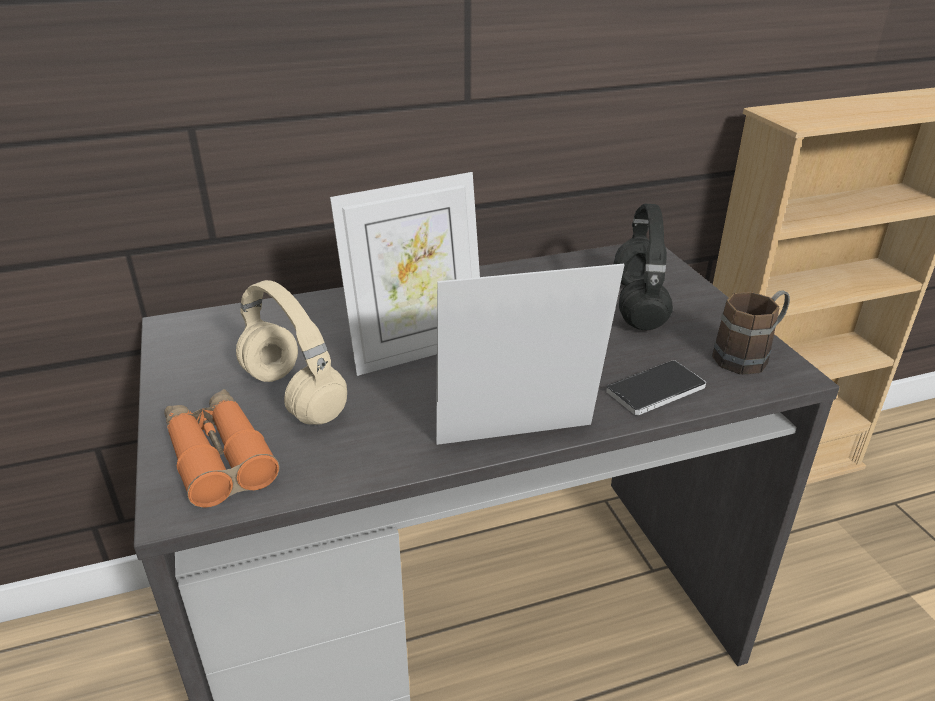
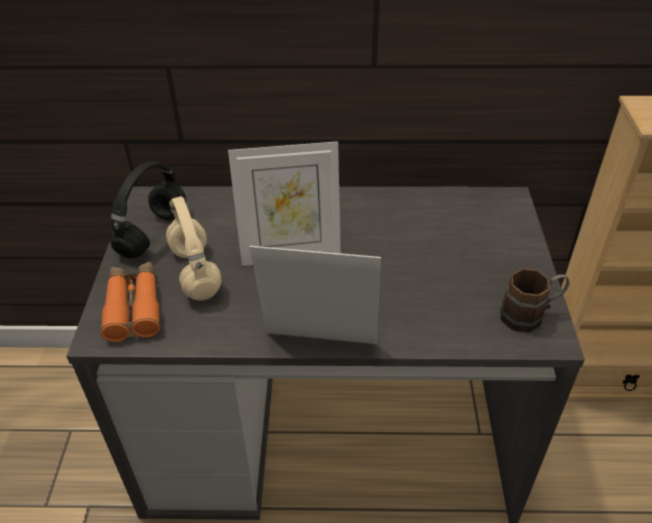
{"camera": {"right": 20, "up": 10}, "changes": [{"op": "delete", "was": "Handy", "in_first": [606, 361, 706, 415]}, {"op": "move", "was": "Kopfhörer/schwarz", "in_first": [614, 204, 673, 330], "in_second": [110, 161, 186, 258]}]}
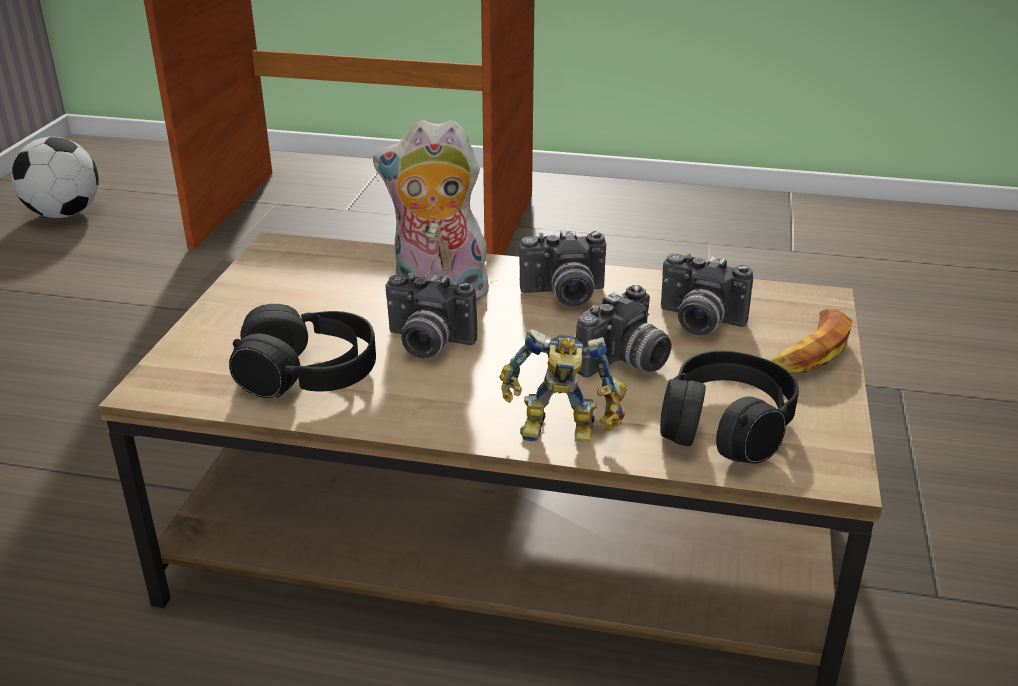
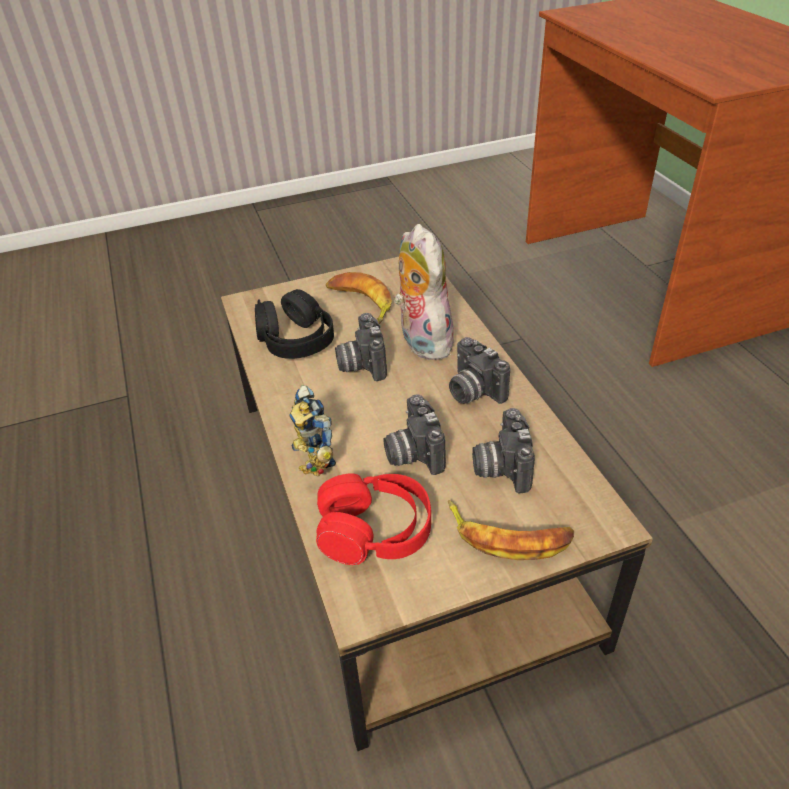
{"camera": {"right": 60, "up": 10}, "changes": [{"op": "delete", "was": "Fußball", "in_first": [11, 137, 99, 218]}, {"op": "rotate", "was": "Kamera", "in_first": [576, 285, 672, 378], "in_second": [383, 394, 446, 475], "clockwise": 60}, {"op": "recolor", "was": "Kopfhörer/schwarz", "now": "Kopfhörer/rot", "in_first": [660, 351, 799, 464], "in_second": [316, 473, 431, 565]}, {"op": "insert", "now": "Banane", "in_second": [326, 272, 392, 324]}]}
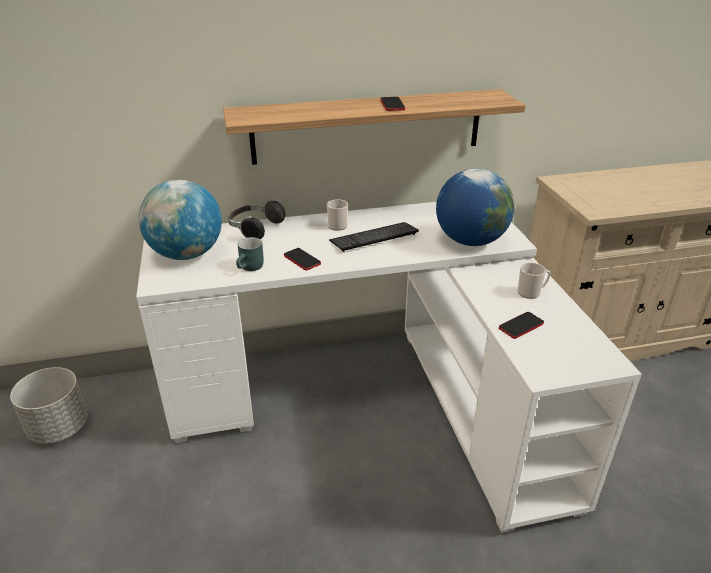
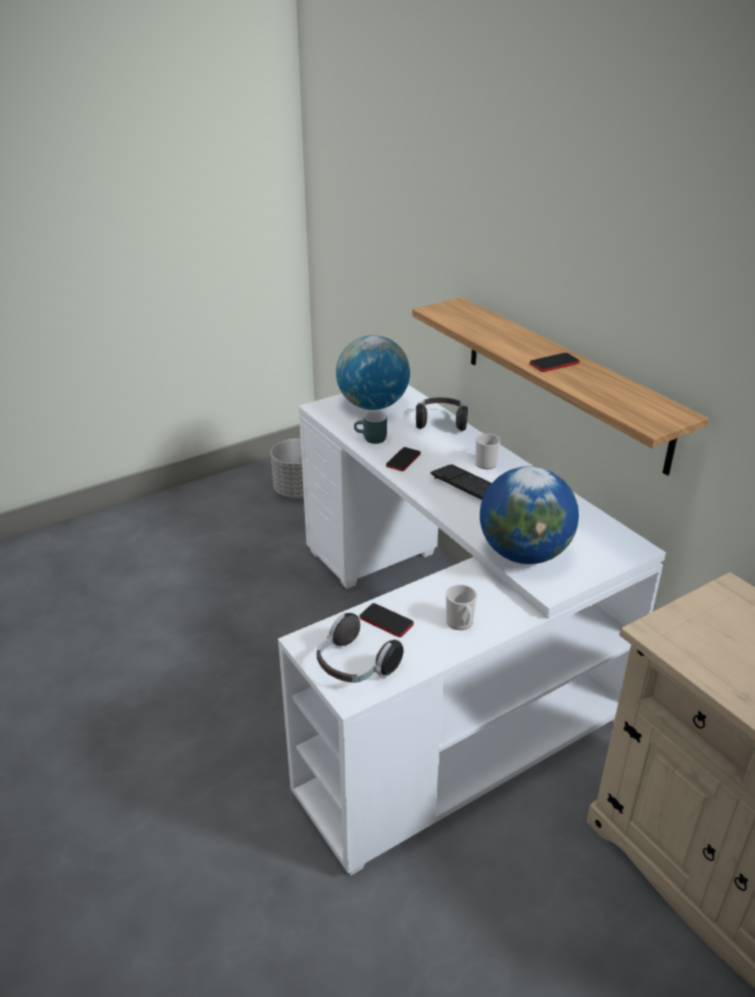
{"camera": {"right": 70, "up": 0}, "changes": [{"op": "insert", "now": "Kopfhörer", "in_second": [317, 613, 404, 683]}]}
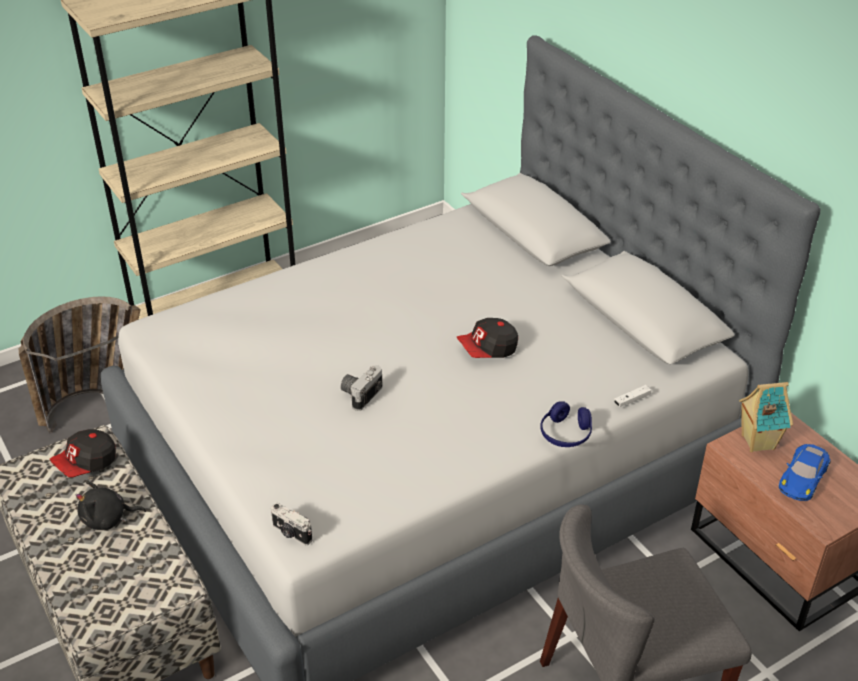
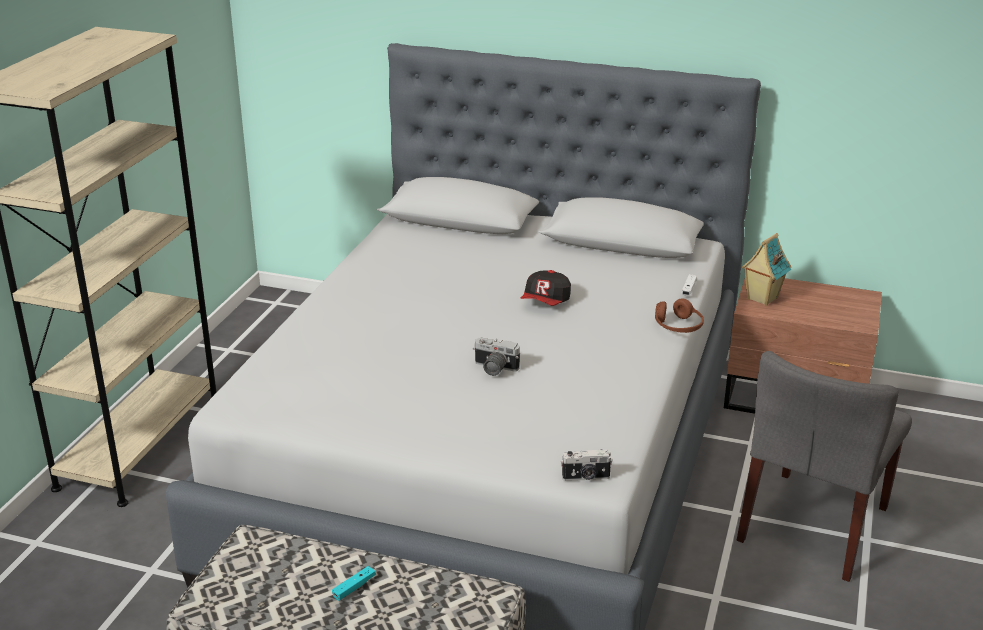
{"camera": {"right": -40, "up": -10}, "changes": [{"op": "delete", "was": "Korb", "in_first": [18, 296, 141, 433]}, {"op": "delete", "was": "Kappe", "in_first": [50, 429, 116, 477]}, {"op": "replace", "was": "Plüschtier/schwarz", "now": "Gamepad/türkis", "in_first": [76, 481, 146, 530], "in_second": [332, 566, 376, 601]}, {"op": "rotate", "was": "Kamera", "in_first": [341, 365, 383, 411], "in_second": [473, 338, 520, 376], "clockwise": -60}, {"op": "recolor", "was": "Kopfhörer/blau", "now": "Kopfhörer/braun", "in_first": [540, 401, 592, 447], "in_second": [655, 298, 704, 333]}, {"op": "delete", "was": "Spielzeugauto/blau", "in_first": [779, 444, 831, 501]}]}
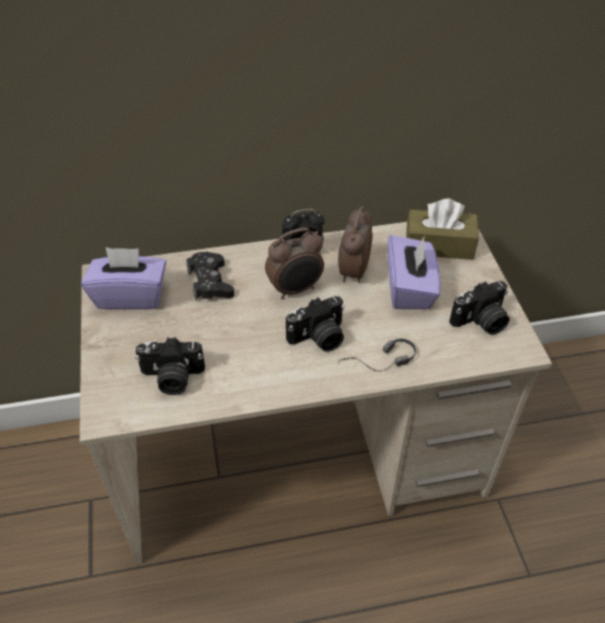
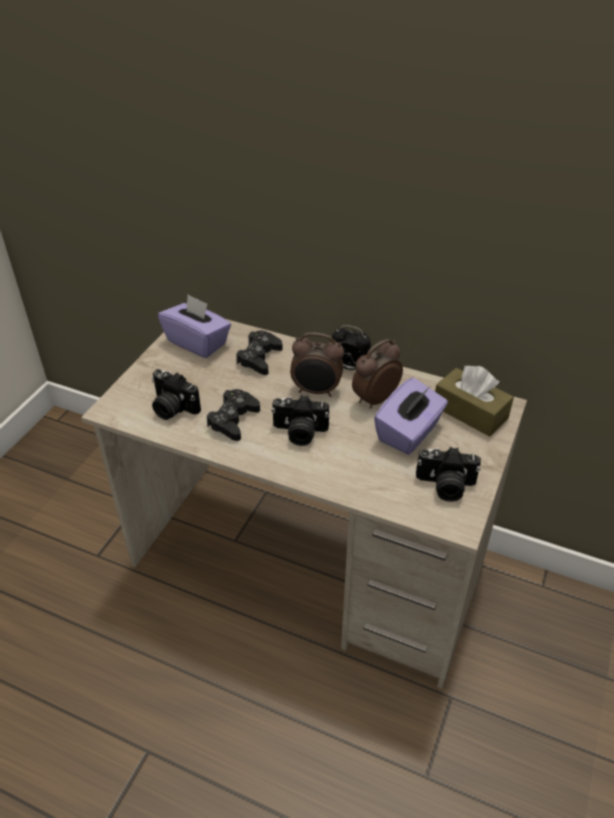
{"camera": {"right": 35, "up": -5}, "changes": [{"op": "delete", "was": "Kopfhörer", "in_first": [338, 338, 416, 372]}, {"op": "insert", "now": "Gamepad/schwarz", "in_second": [207, 389, 260, 441]}]}
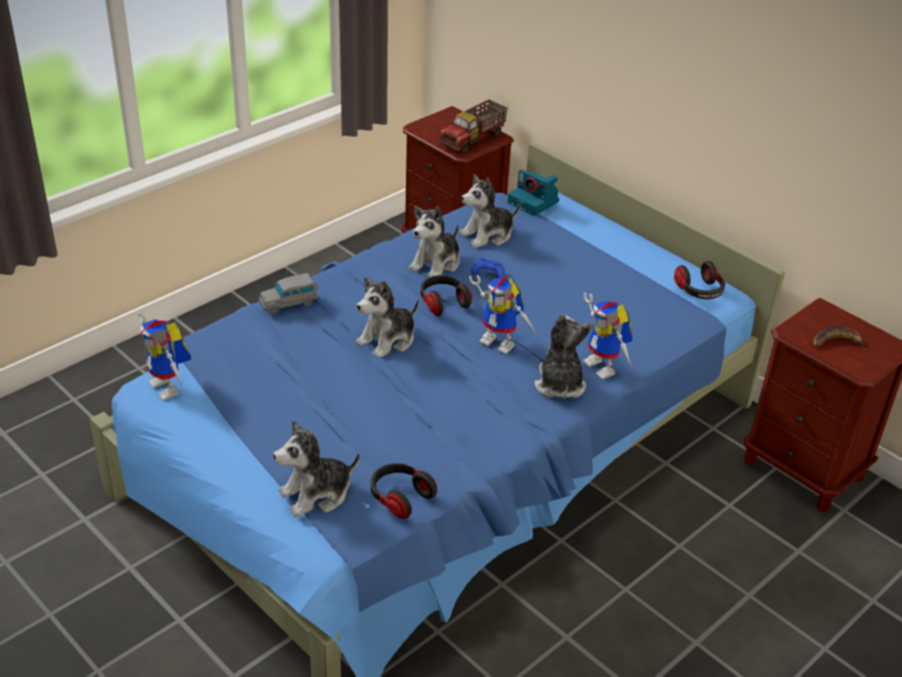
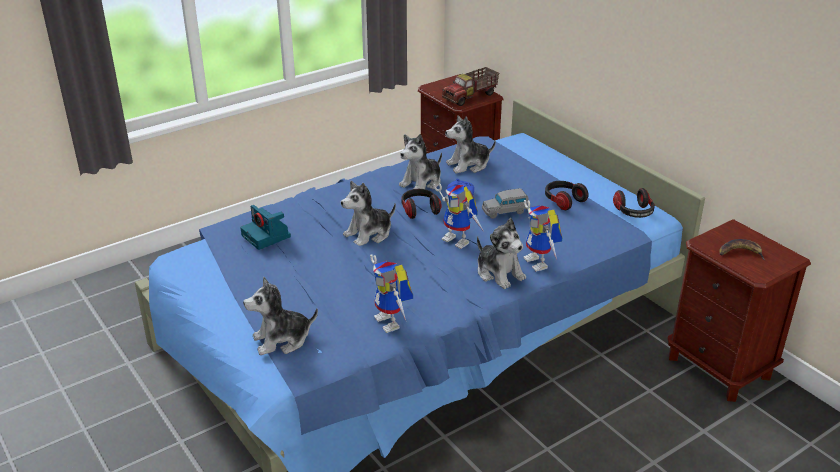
{"camera": {"right": 10, "up": -5}, "changes": [{"op": "move", "was": "Spielzeugroboter", "in_first": [138, 312, 191, 401], "in_second": [370, 254, 413, 333]}, {"op": "move", "was": "Spielzeugauto/grau", "in_first": [259, 273, 318, 314], "in_second": [482, 188, 528, 219]}, {"op": "move", "was": "Kopfhörer", "in_first": [371, 463, 437, 519], "in_second": [545, 181, 588, 210]}, {"op": "move", "was": "Kamera", "in_first": [508, 169, 559, 216], "in_second": [240, 205, 291, 250]}, {"op": "rotate", "was": "Plüschtier", "in_first": [534, 314, 593, 398], "in_second": [477, 218, 526, 289], "clockwise": 135}]}
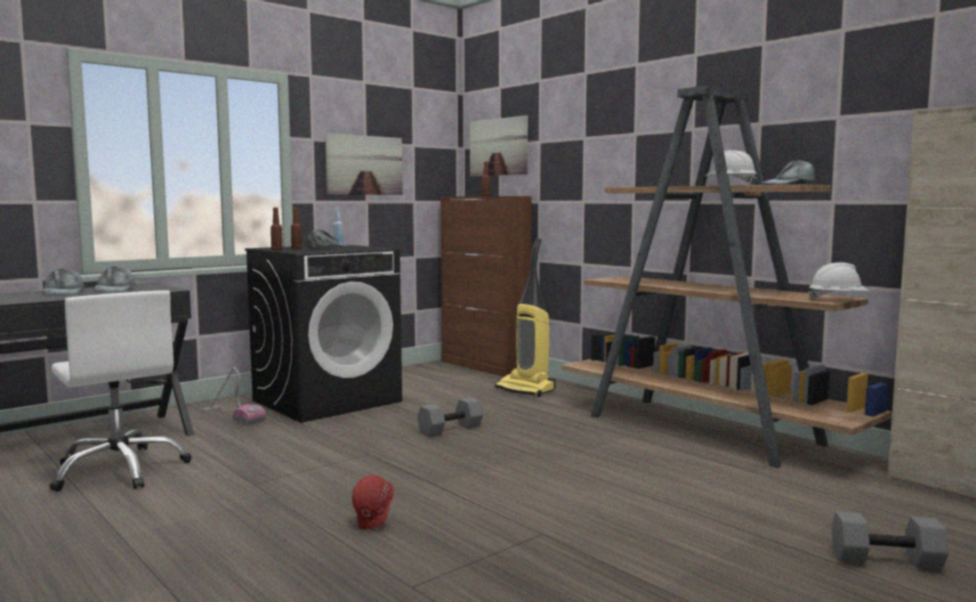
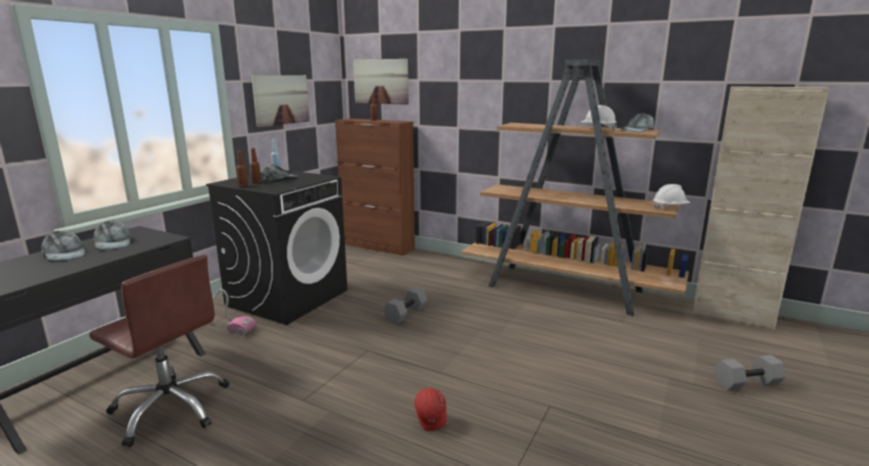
{"camera": {"right": -20, "up": 10}, "changes": [{"op": "recolor", "was": "Bürostuhl/weiß", "now": "Bürostuhl/braun", "in_first": [49, 290, 191, 492], "in_second": [89, 255, 229, 447]}, {"op": "delete", "was": "Staubsauger", "in_first": [495, 238, 555, 397]}]}
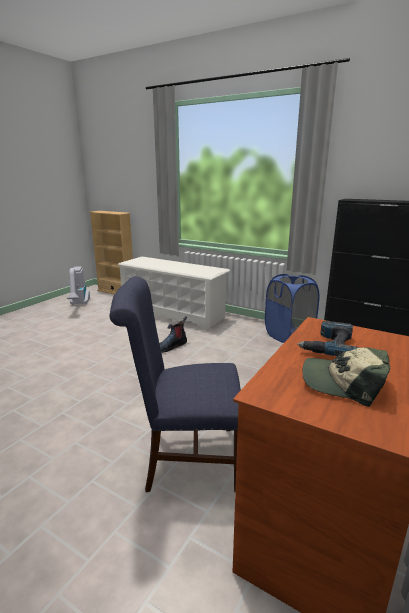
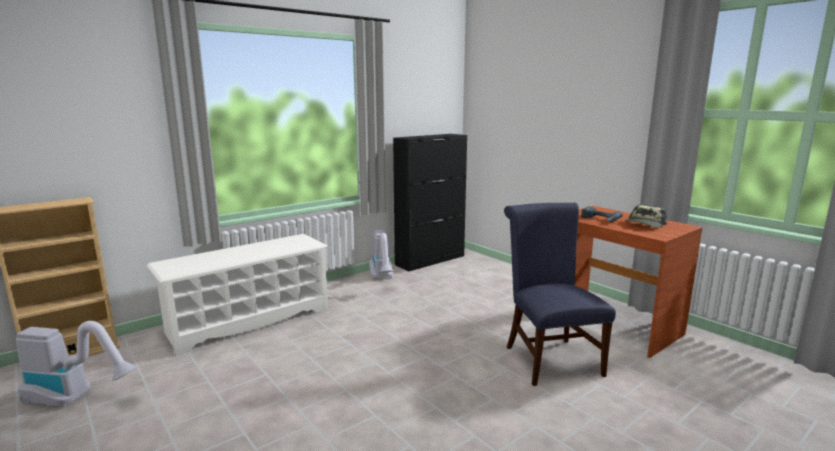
{"camera": {"right": -70, "up": -5}, "changes": [{"op": "rotate", "was": "Stuhl/blau", "in_first": [109, 276, 241, 493], "in_second": [504, 203, 616, 386], "clockwise": 150}, {"op": "delete", "was": "Stiefel", "in_first": [159, 316, 187, 353]}, {"op": "replace", "was": "Wäschekorb/blau", "now": "Staubsauger", "in_first": [265, 274, 320, 343], "in_second": [369, 230, 394, 279]}]}
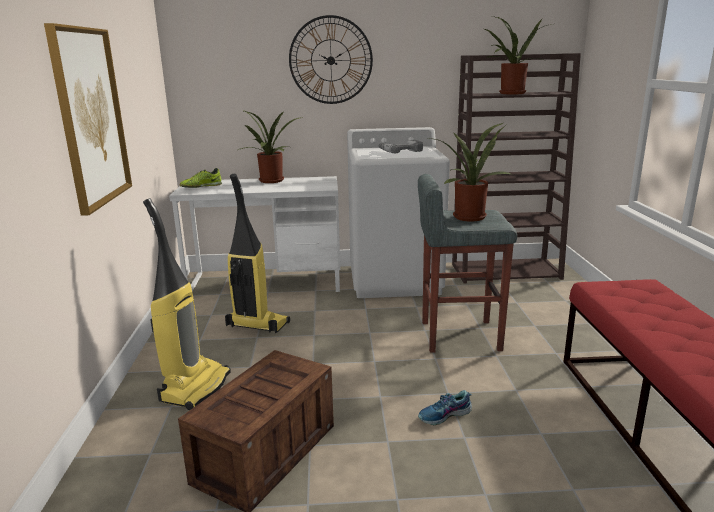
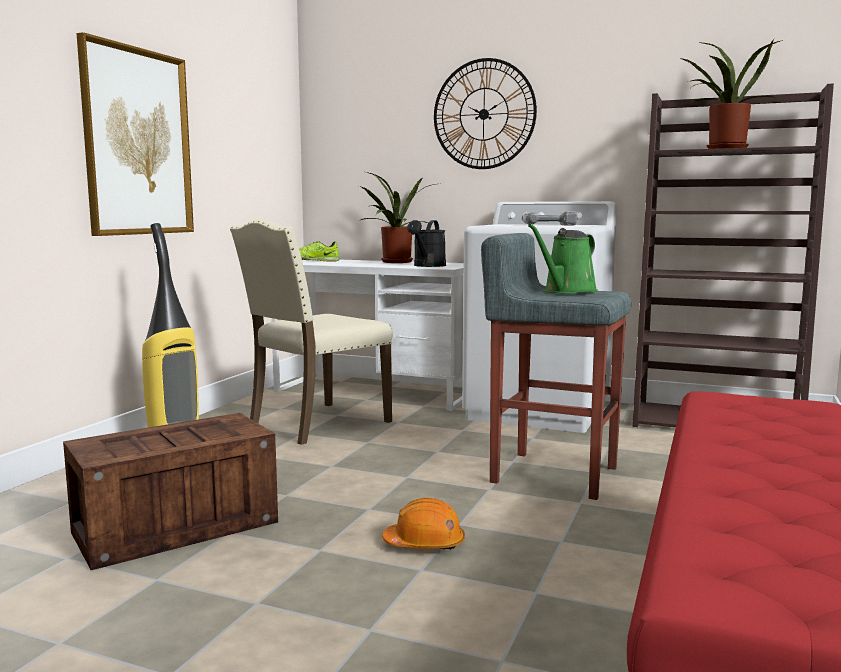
{"camera": {"right": 25, "up": -10}, "changes": [{"op": "replace", "was": "Staubsauger", "now": "Stuhl/beige", "in_first": [225, 174, 290, 333], "in_second": [230, 219, 393, 445]}, {"op": "replace", "was": "Schuh", "now": "Schutzhelm/orange", "in_first": [418, 390, 472, 425], "in_second": [382, 498, 465, 550]}, {"op": "replace", "was": "Topfpflanze", "now": "Gießkanne/grün", "in_first": [428, 122, 510, 222], "in_second": [528, 224, 598, 294]}, {"op": "insert", "now": "Gießkanne/schwarz", "in_second": [407, 220, 446, 267]}]}
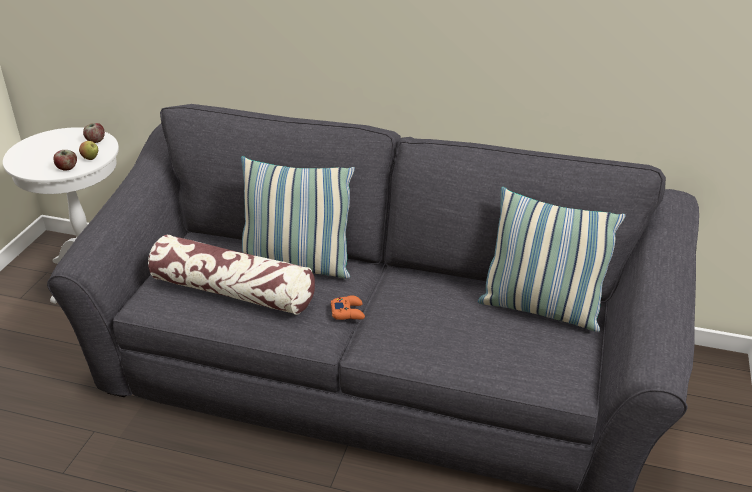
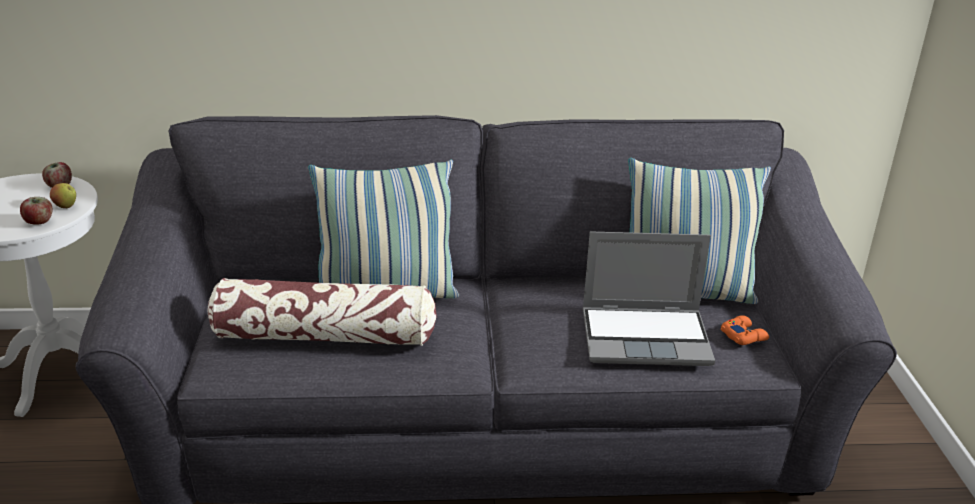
{"camera": {"right": -20, "up": -5}, "changes": [{"op": "move", "was": "Gamepad/orange", "in_first": [331, 296, 365, 320], "in_second": [721, 315, 769, 345]}, {"op": "insert", "now": "Laptop", "in_second": [583, 231, 715, 366]}]}
